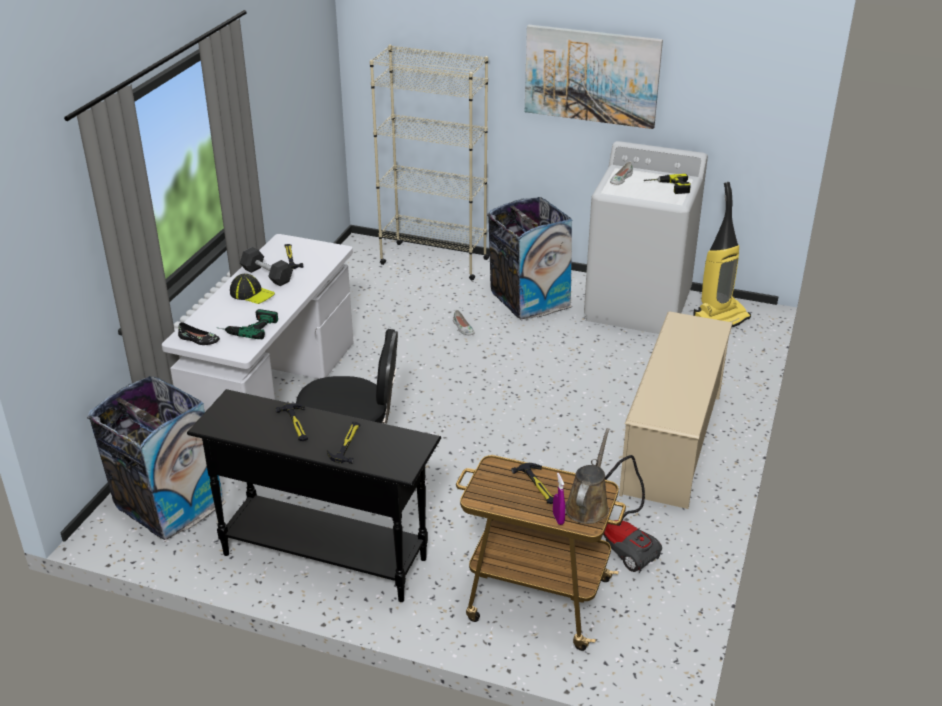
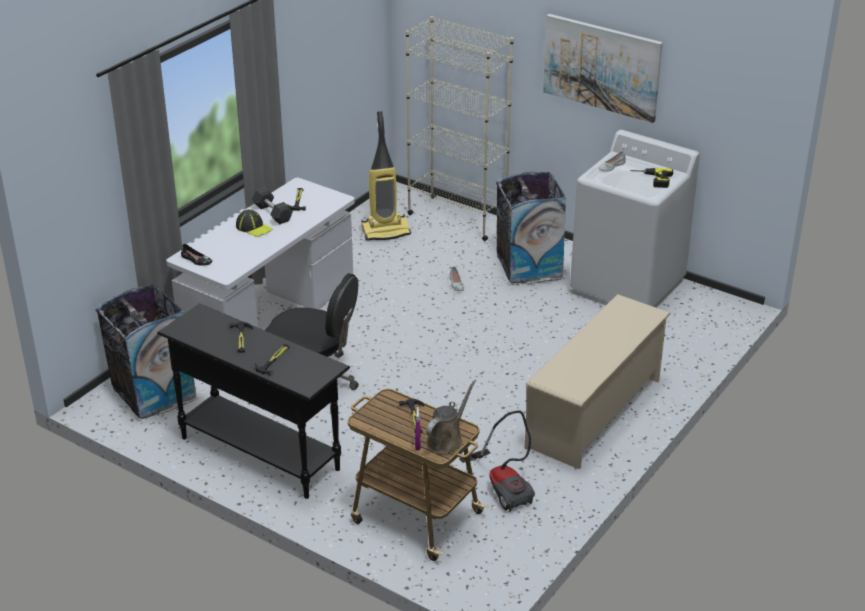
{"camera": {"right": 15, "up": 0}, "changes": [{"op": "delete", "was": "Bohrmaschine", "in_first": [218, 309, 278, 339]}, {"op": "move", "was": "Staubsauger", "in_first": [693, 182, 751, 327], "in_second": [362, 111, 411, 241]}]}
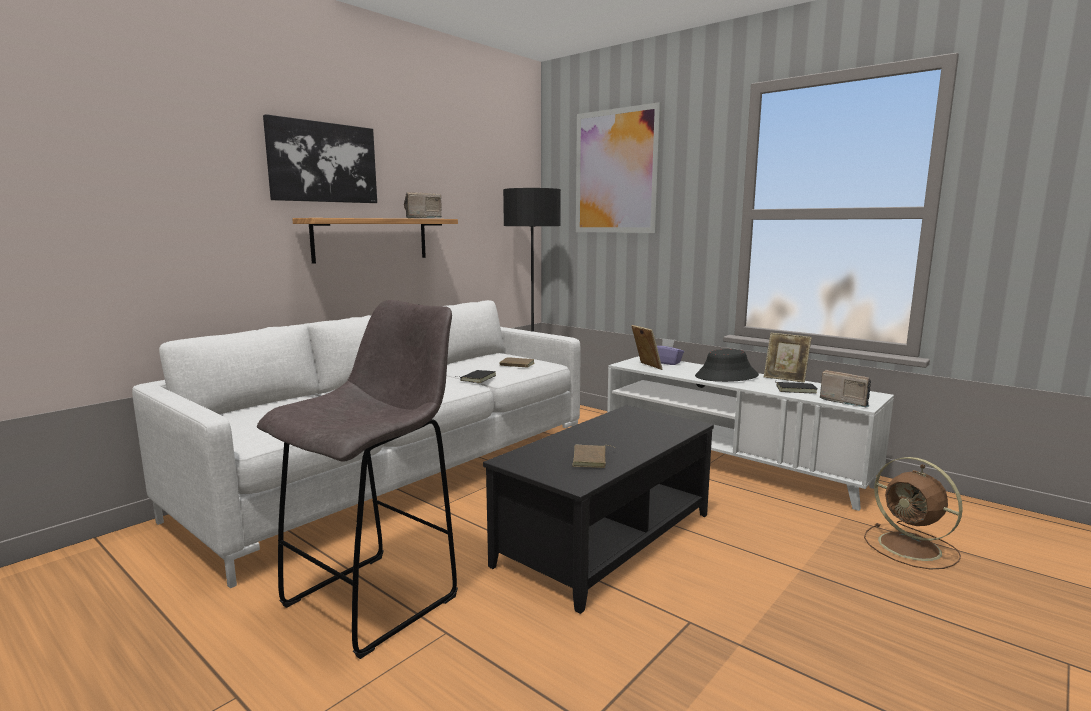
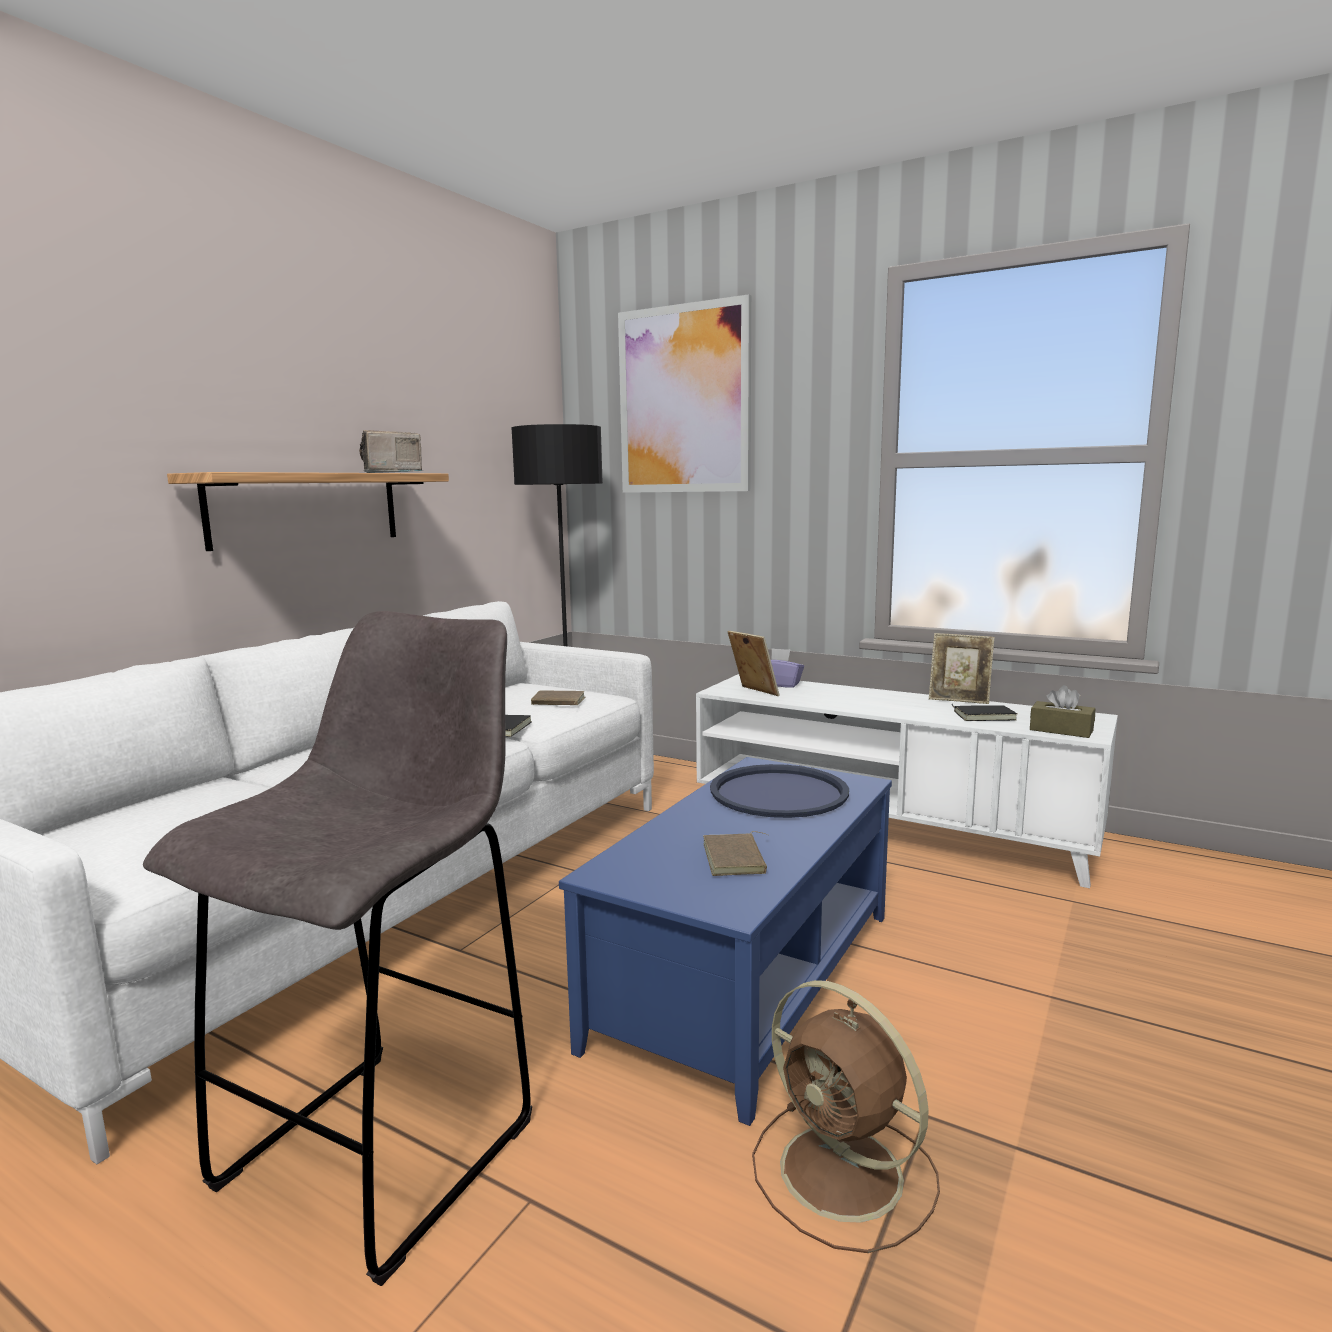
{"camera": {"right": -10, "up": 0}, "changes": [{"op": "delete", "was": "Bild", "in_first": [263, 114, 377, 203]}, {"op": "recolor", "was": "Couchtisch/schwarz", "now": "Couchtisch/blau", "in_first": [483, 405, 714, 614], "in_second": [559, 757, 892, 1126]}, {"op": "delete", "was": "Hut/schwarz", "in_first": [695, 349, 759, 382]}, {"op": "replace", "was": "Radio", "now": "Taschentuchbox/braun", "in_first": [820, 370, 871, 408], "in_second": [1030, 685, 1095, 738]}, {"op": "move", "was": "Ventilator/braun", "in_first": [864, 457, 963, 569], "in_second": [752, 980, 940, 1253]}, {"op": "insert", "now": "Tablett/blau", "in_second": [710, 764, 849, 818]}]}
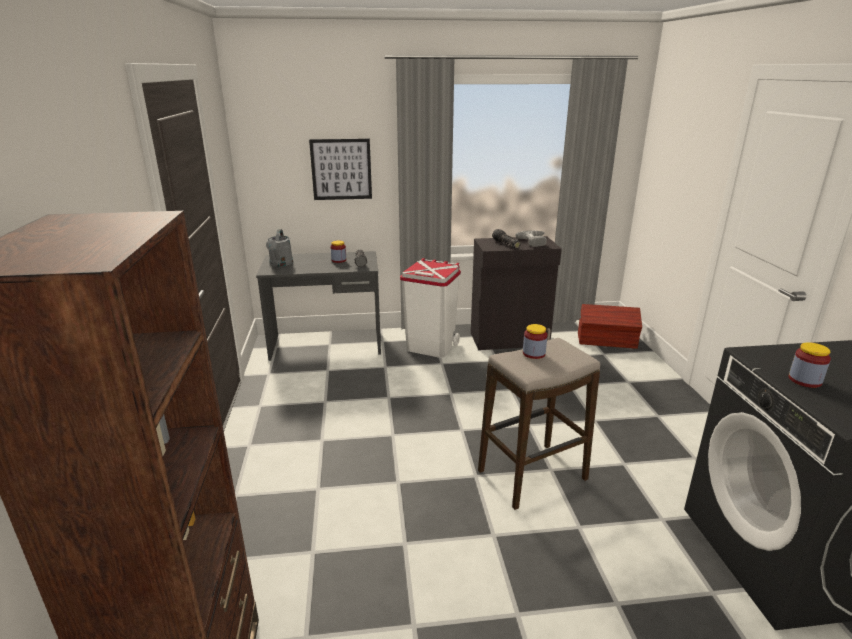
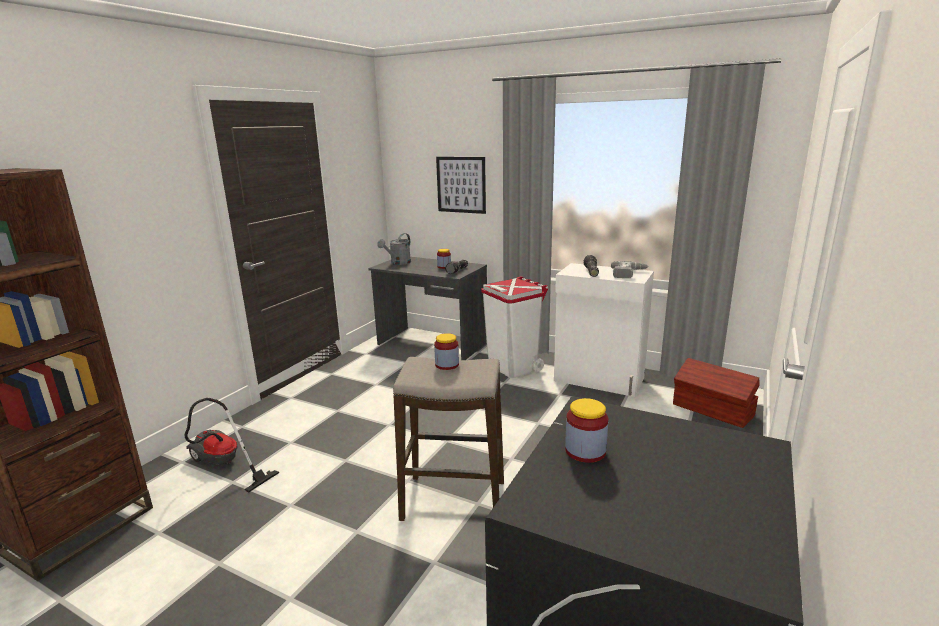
{"camera": {"right": 35, "up": -5}, "changes": [{"op": "recolor", "was": "Schrank/schwarz", "now": "Schrank/weiß", "in_first": [471, 236, 562, 350], "in_second": [554, 263, 654, 397]}, {"op": "insert", "now": "Staubsauger", "in_second": [184, 398, 280, 493]}]}
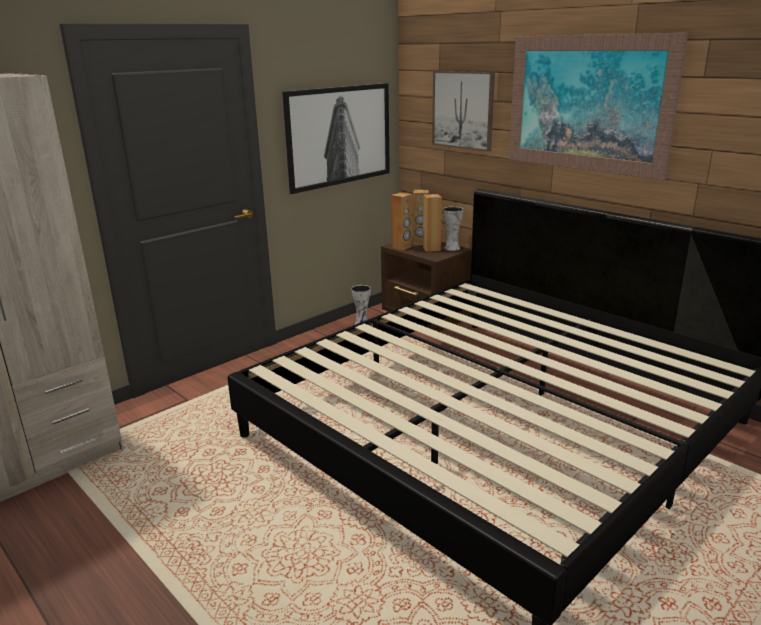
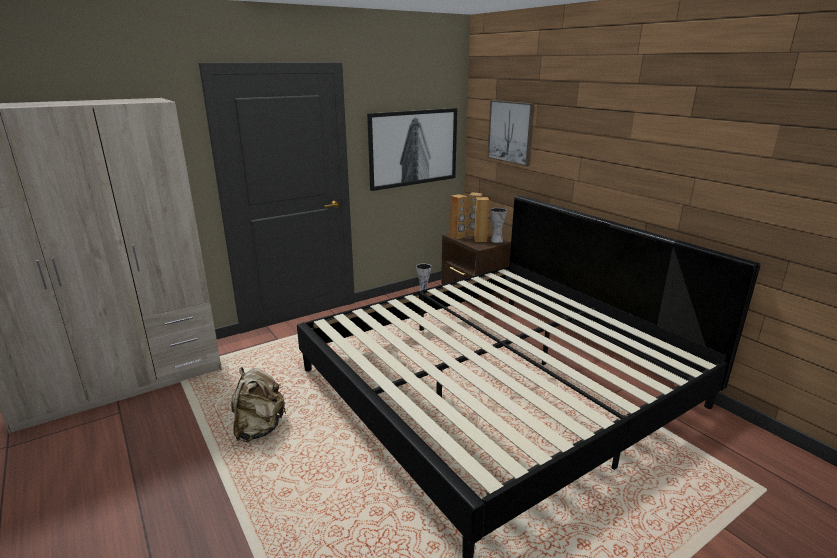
{"camera": {"right": 10, "up": 0}, "changes": [{"op": "delete", "was": "Bild", "in_first": [509, 33, 688, 180]}, {"op": "insert", "now": "Rucksack/beige", "in_second": [231, 367, 287, 442]}]}
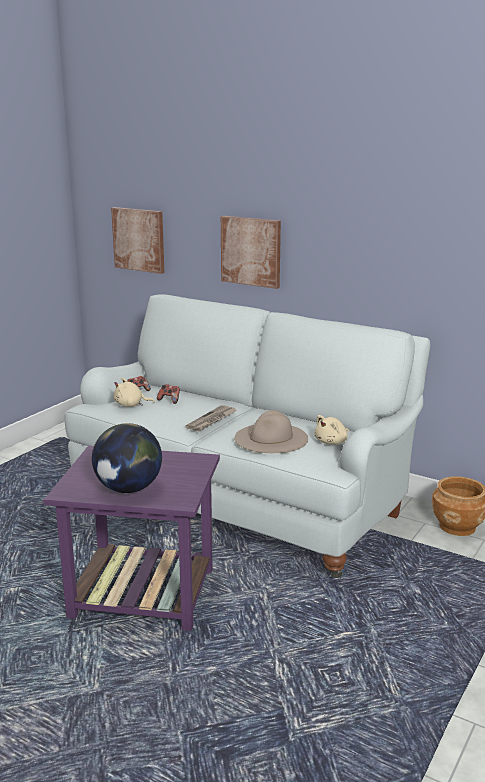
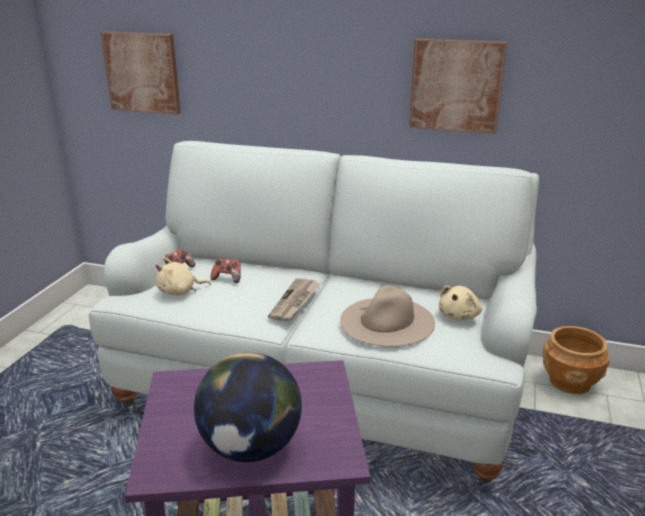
{"camera": {"right": -15, "up": 5}, "changes": [{"op": "move", "was": "Bild", "in_first": [221, 216, 281, 289], "in_second": [409, 38, 507, 134]}]}
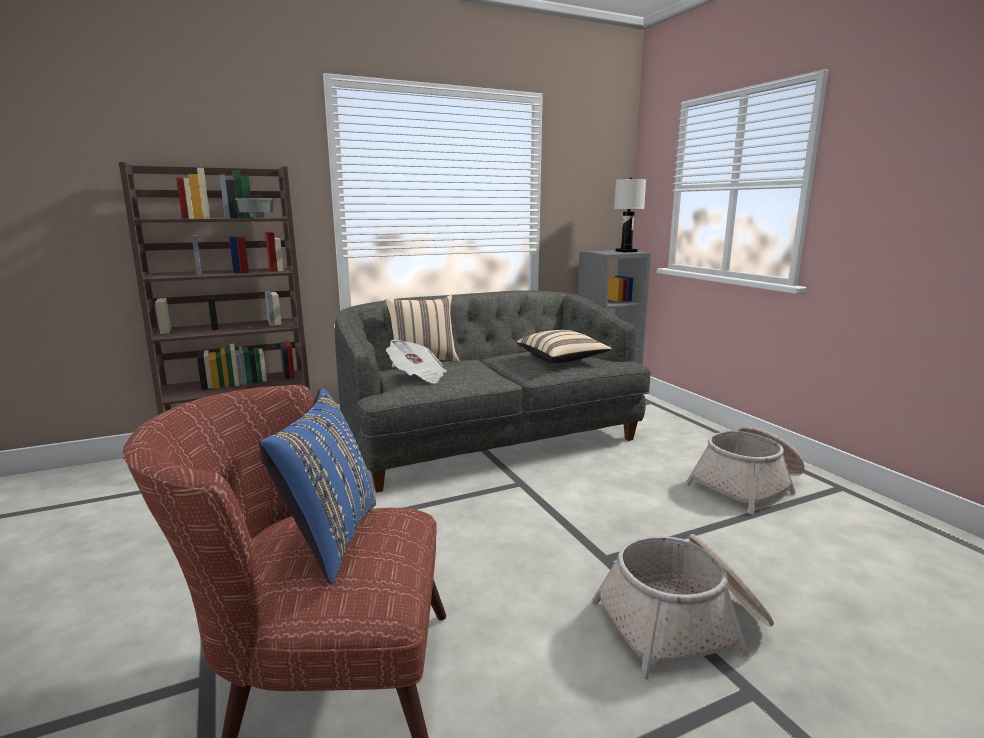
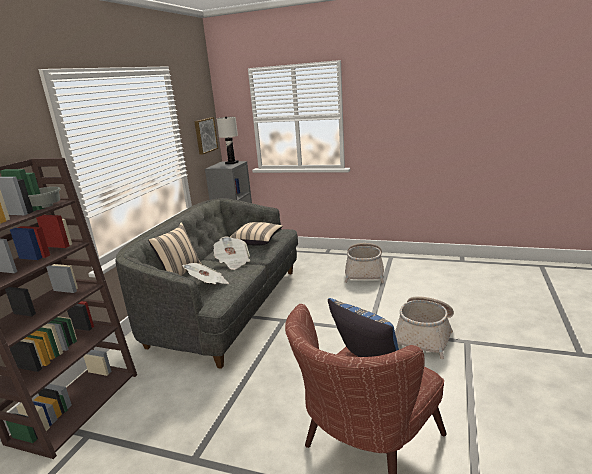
{"camera": {"right": -45, "up": 5}, "changes": [{"op": "insert", "now": "Bild", "in_second": [194, 117, 218, 155]}, {"op": "insert", "now": "Zeitung", "in_second": [213, 236, 250, 270]}]}
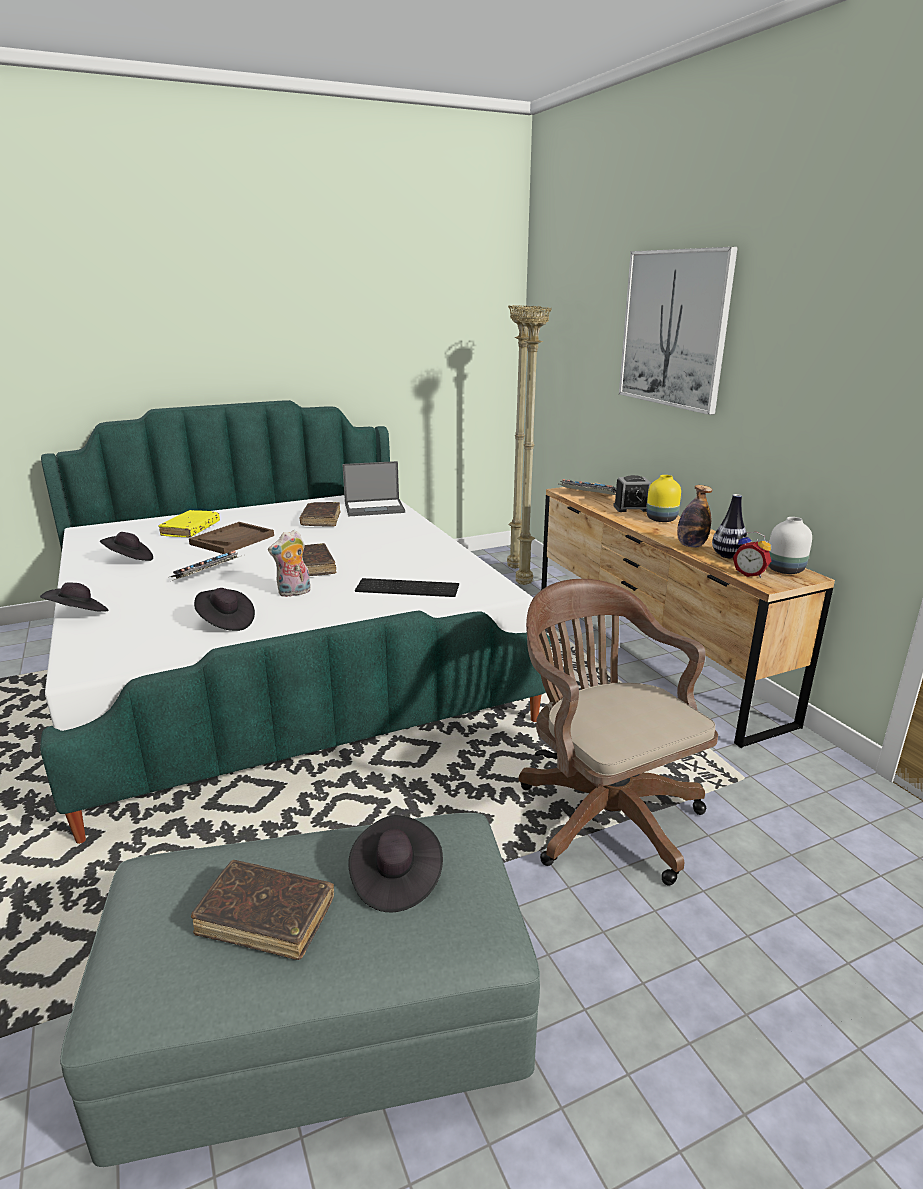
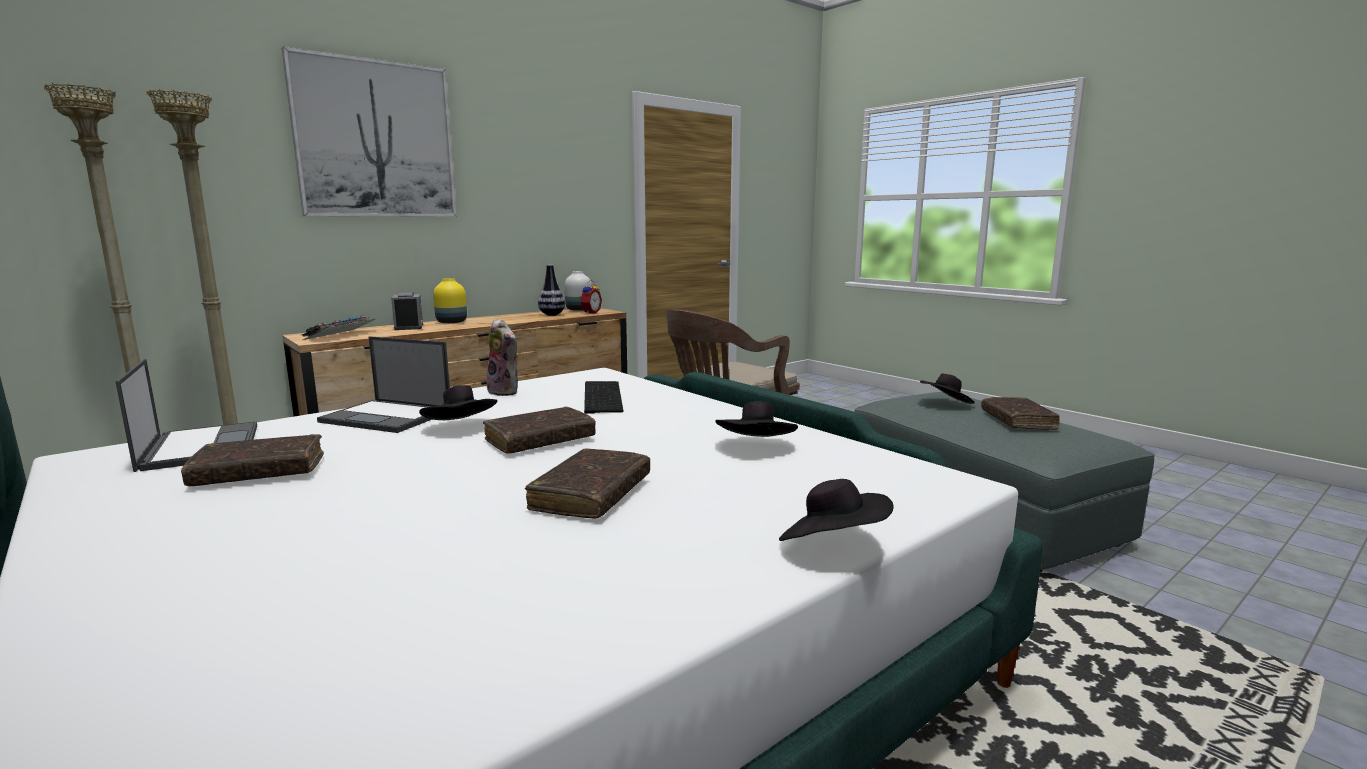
{"camera": {"right": -105, "up": -10}, "changes": [{"op": "move", "was": "Hut/schwarz", "in_first": [100, 532, 153, 561], "in_second": [419, 385, 497, 420]}, {"op": "delete", "was": "Buch/gelb", "in_first": [159, 510, 220, 537]}, {"op": "replace", "was": "Tastatur", "now": "Buch/braun", "in_first": [170, 550, 241, 581], "in_second": [525, 448, 650, 519]}, {"op": "delete", "was": "Tablett/braun", "in_first": [189, 522, 274, 554]}, {"op": "move", "was": "Plüschtier", "in_first": [268, 530, 311, 597], "in_second": [486, 318, 518, 396]}, {"op": "delete", "was": "Flasche", "in_first": [677, 485, 713, 548]}, {"op": "insert", "now": "Laptop", "in_second": [317, 336, 450, 433]}]}
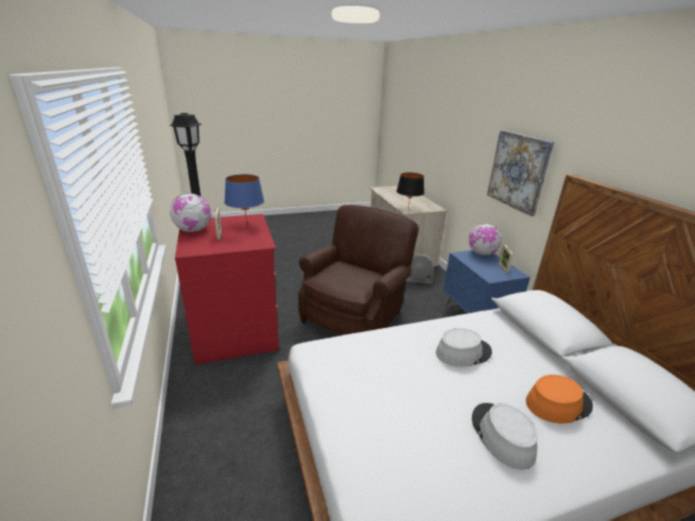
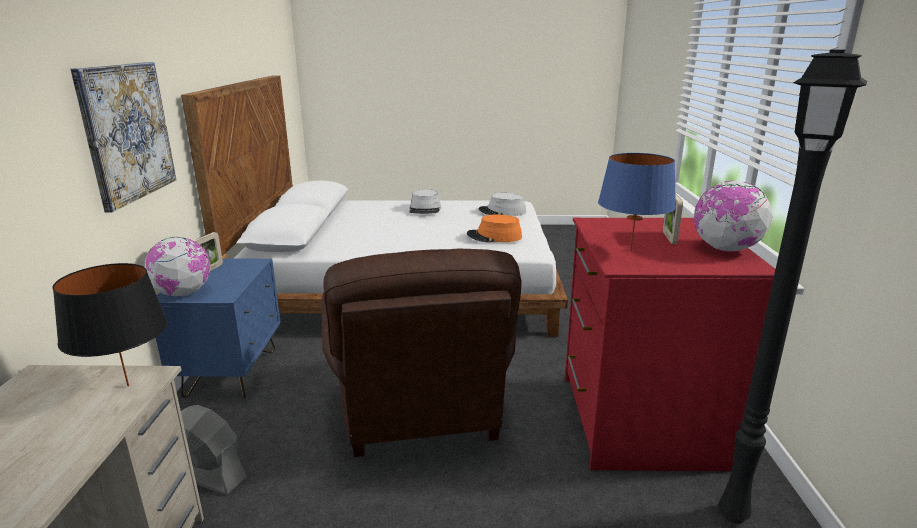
{"camera": {"right": -160, "up": -5}, "changes": [{"op": "rotate", "was": "Sessel/braun", "in_first": [298, 205, 419, 335], "in_second": [322, 249, 522, 457], "clockwise": -60}, {"op": "move", "was": "Hut/grau", "in_first": [436, 328, 492, 367], "in_second": [478, 193, 526, 216]}, {"op": "move", "was": "Hut/orange", "in_first": [526, 375, 593, 423], "in_second": [467, 215, 522, 242]}]}
